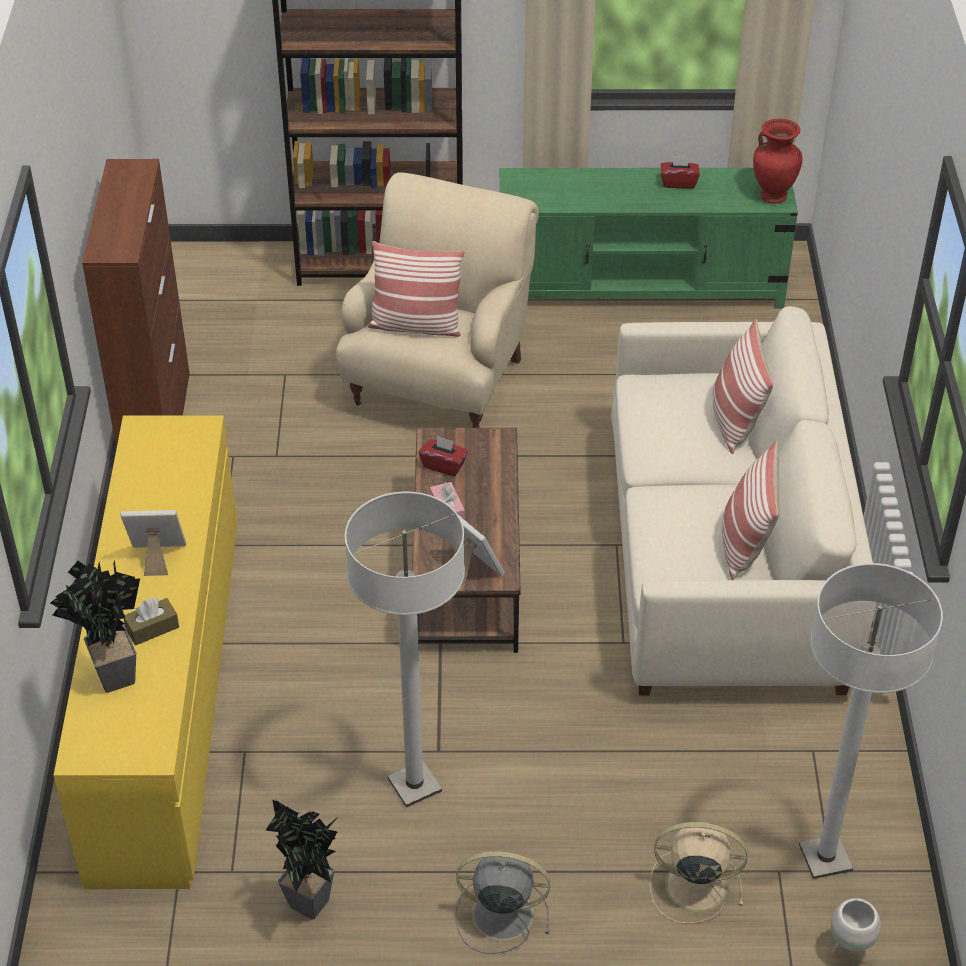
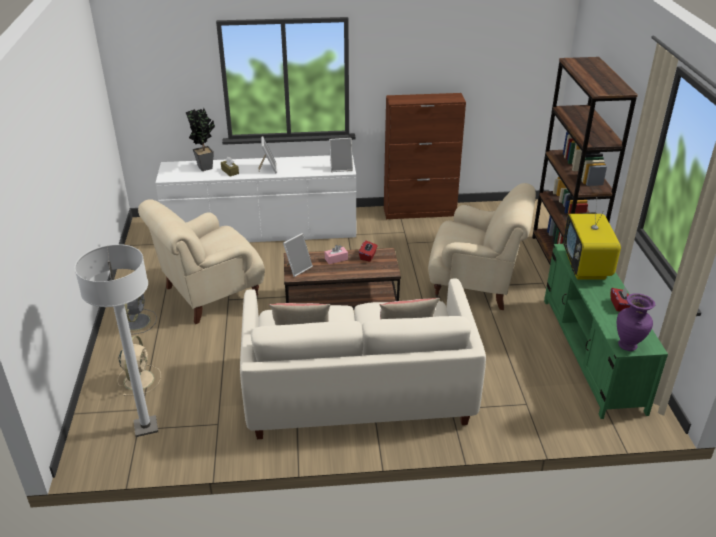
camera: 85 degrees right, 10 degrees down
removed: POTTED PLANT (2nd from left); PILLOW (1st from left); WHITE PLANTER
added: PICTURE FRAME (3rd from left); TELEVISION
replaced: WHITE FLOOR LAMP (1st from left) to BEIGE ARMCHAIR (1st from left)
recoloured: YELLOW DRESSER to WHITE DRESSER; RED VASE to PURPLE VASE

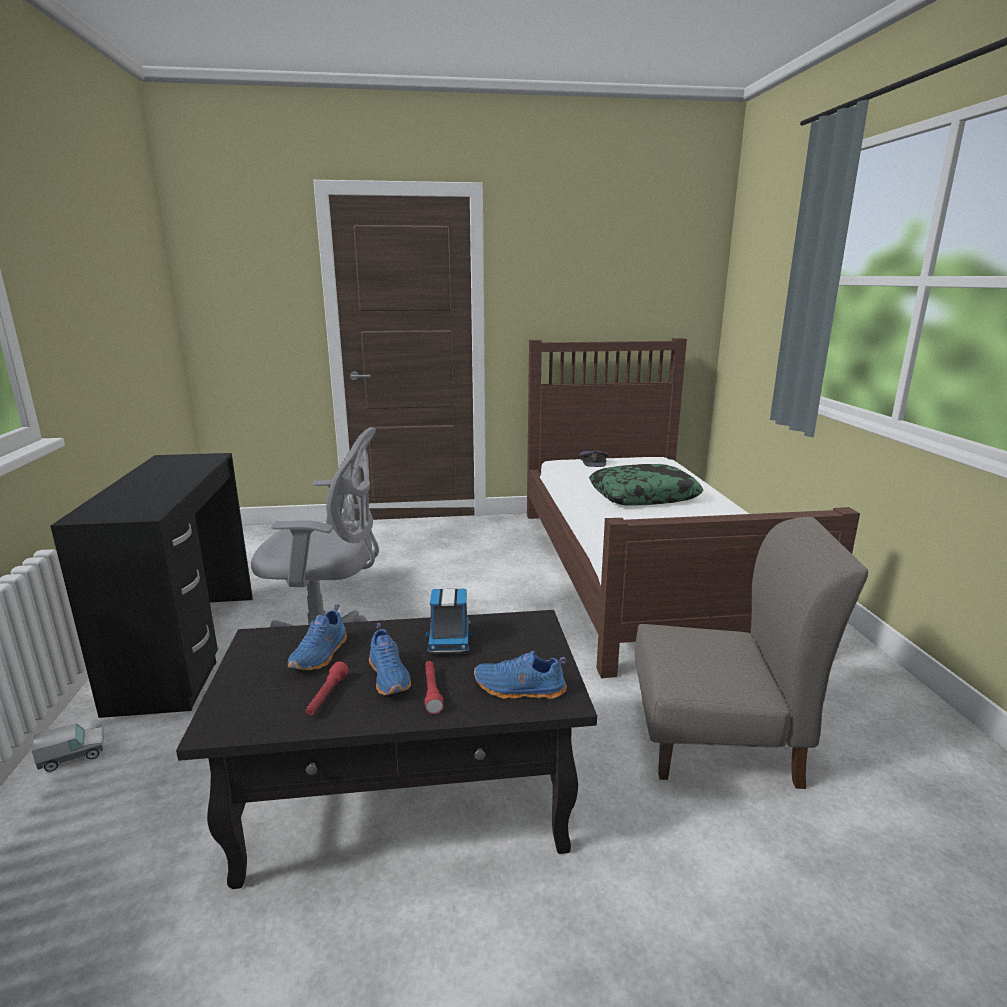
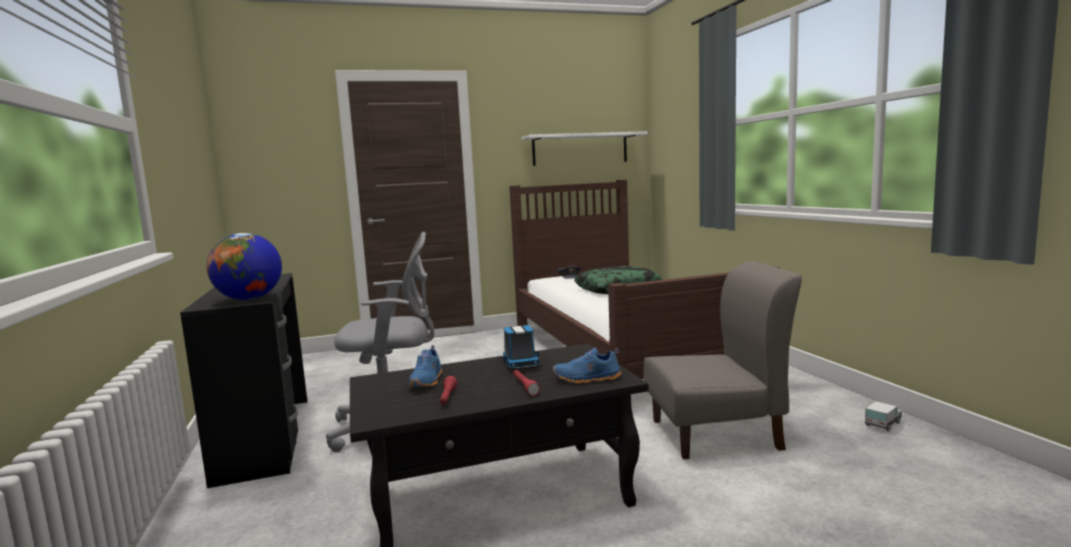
camera: 10 degrees left, 10 degrees down
removed: BLUE SHOE (2nd from left)
added: GLOBE; WHITE SHELF
moved: TOY TRUCK (1st from left in the first image) to TOY TRUCK (2nd from left)

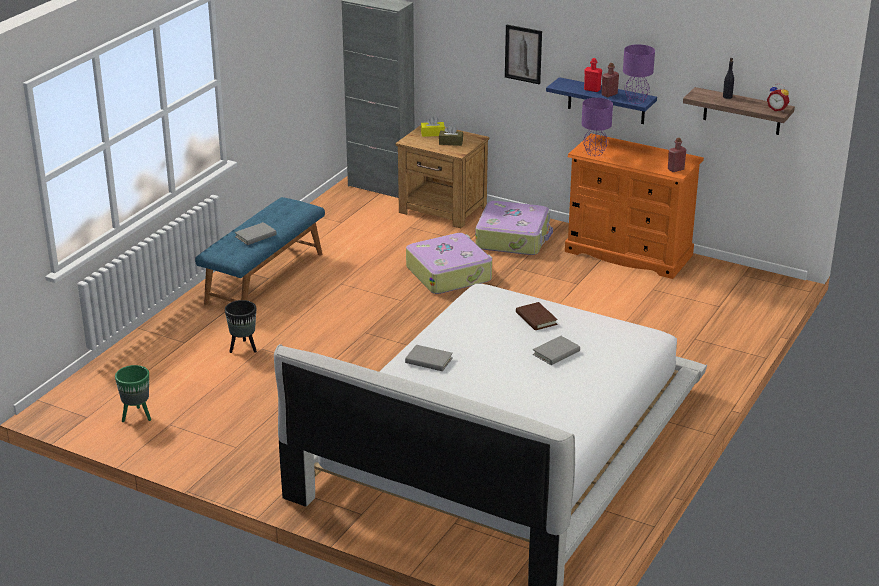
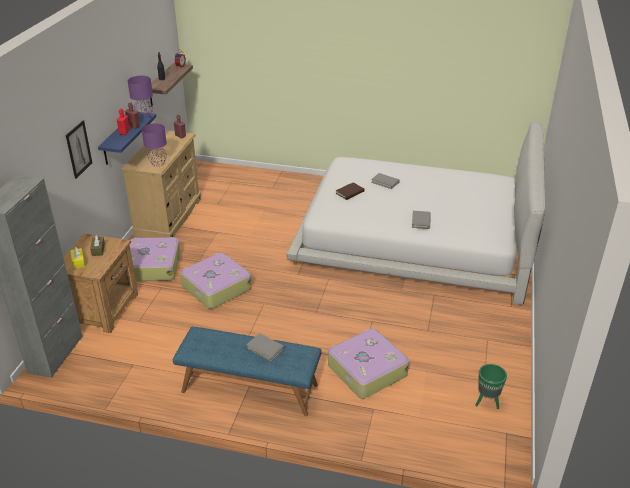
camera: 105 degrees left, 5 degrees up
replaced: BLACK PLANTER to SUITCASE (3rd from left)
recoloured: ORANGE DRESSER to BEIGE DRESSER

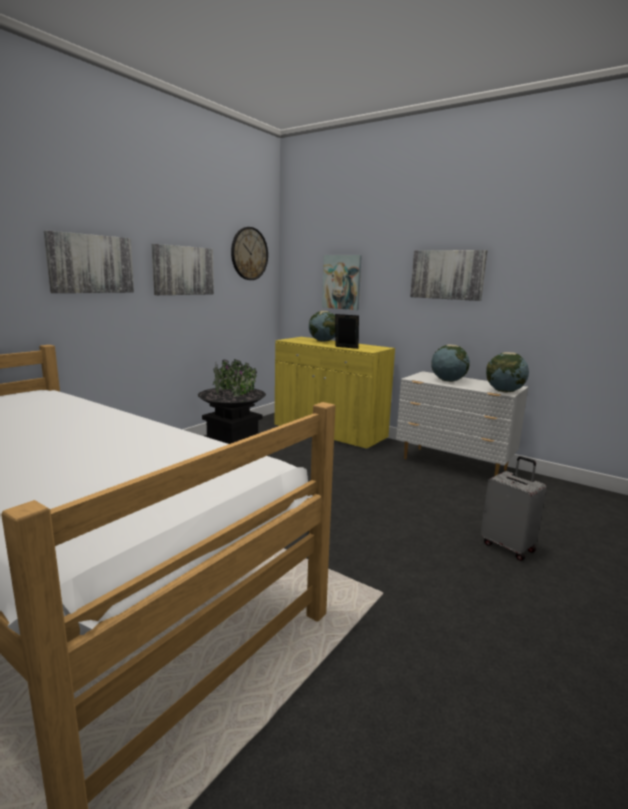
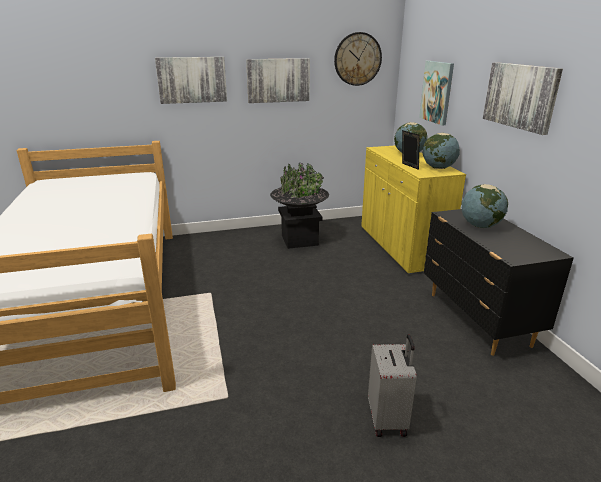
camera: 40 degrees right, 10 degrees up
moved: GLOBE (3rd from left in the first image) to GLOBE (2nd from left)
recoloured: WHITE DRESSER to BLACK DRESSER

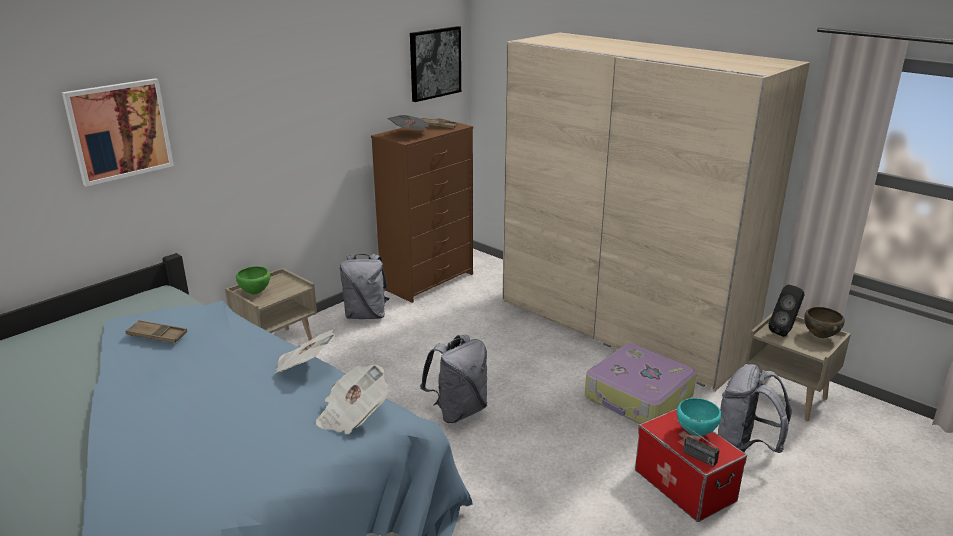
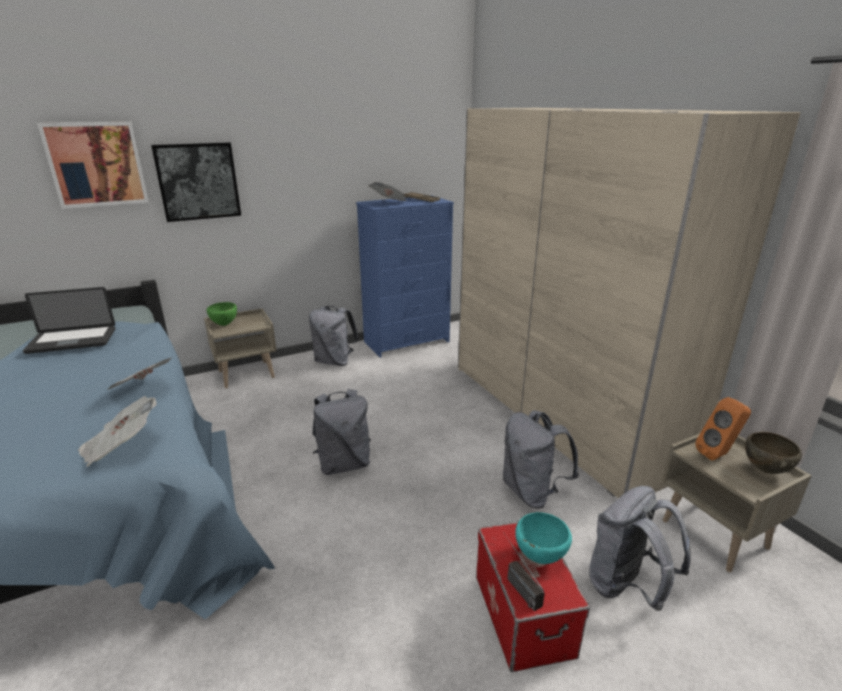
camera: 20 degrees right, 0 degrees up
moved: PICTURE (2nd from left)
replaced: BROWN TRAY (1st from left) to LAPTOP; SUITCASE to GREY BACKPACK (3rd from left)
recoloured: BROWN DRESSER to BLUE DRESSER; BLACK SPEAKER to ORANGE SPEAKER

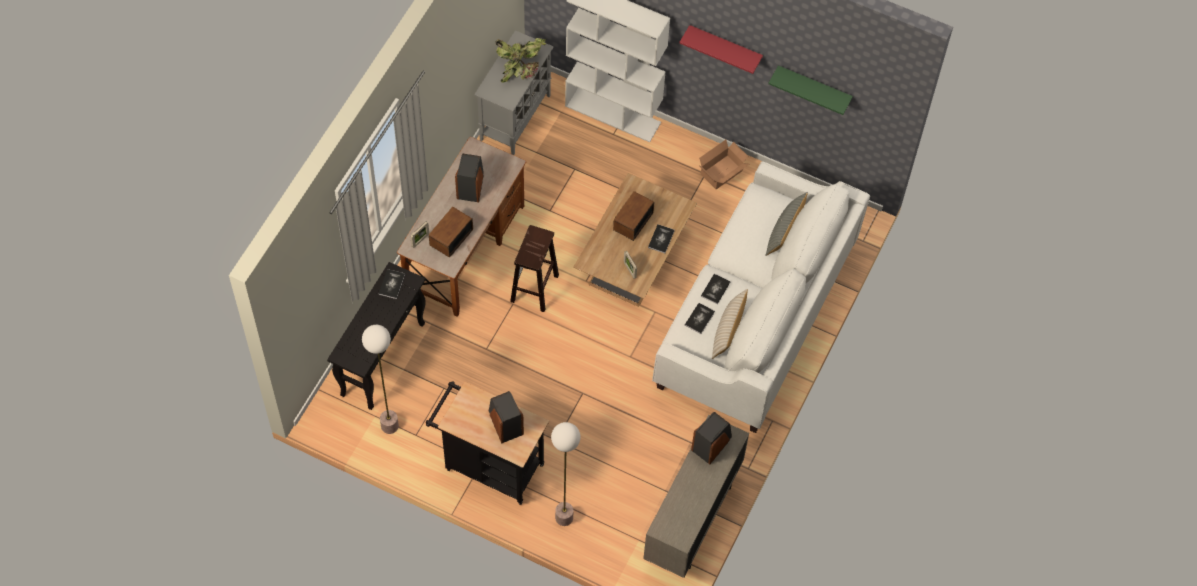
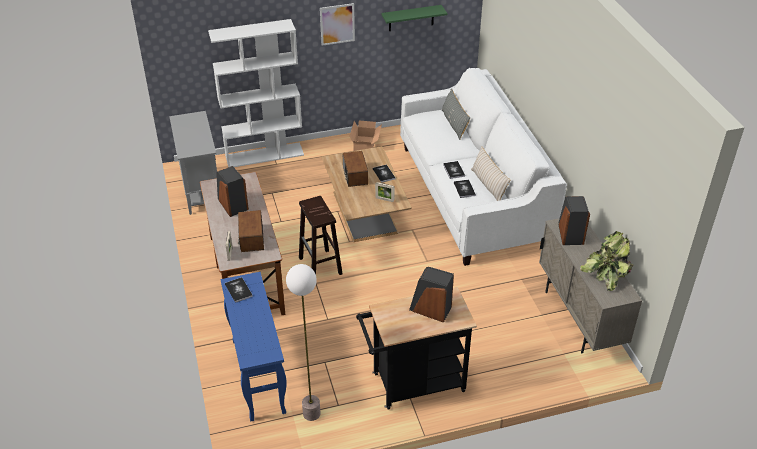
camera: 40 degrees left, 20 degrees down
removed: FLOOR LAMP (2nd from left)
moved: POTTED PLANT
replaced: RED SHELF to PICTURE
recoloured: BLACK CONSOLE TABLE to BLUE CONSOLE TABLE

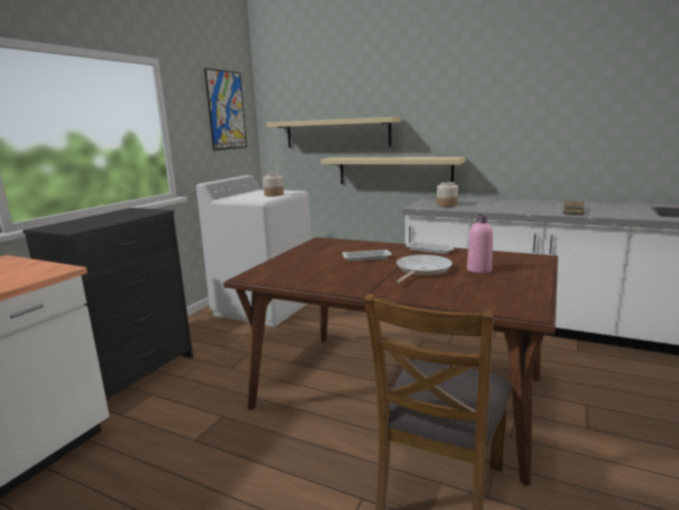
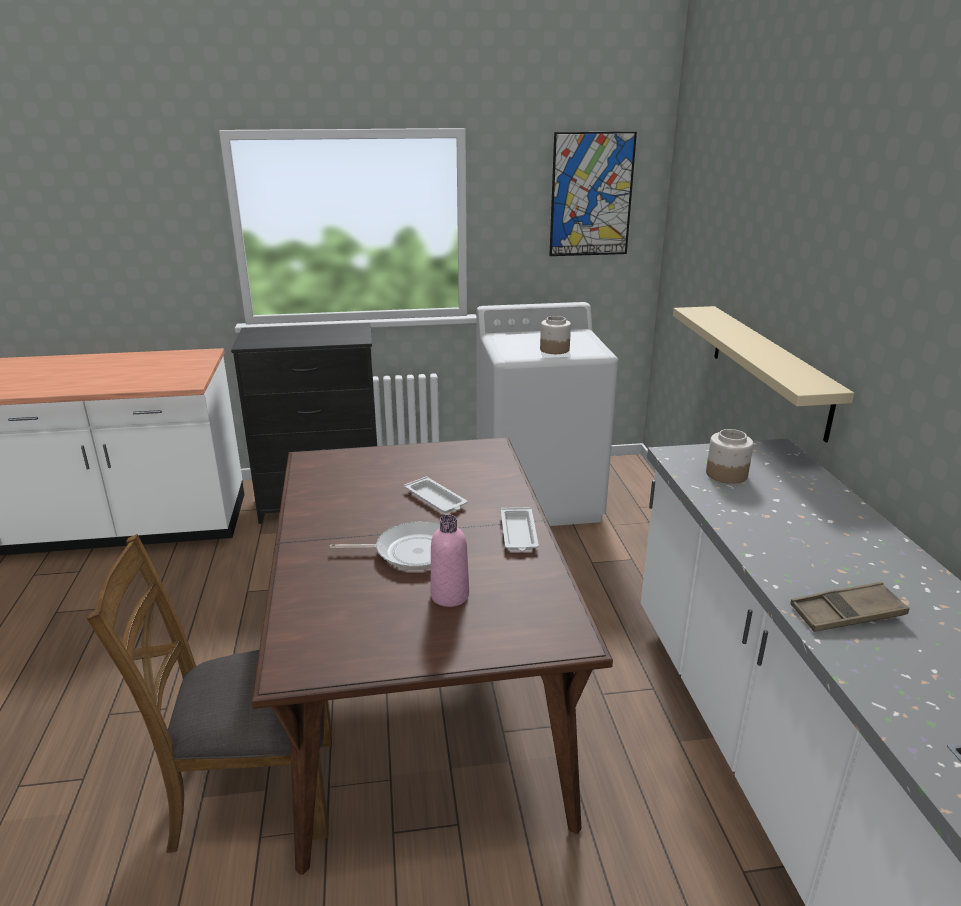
camera: 55 degrees right, 10 degrees up
removed: BEIGE SHELF (1st from left)

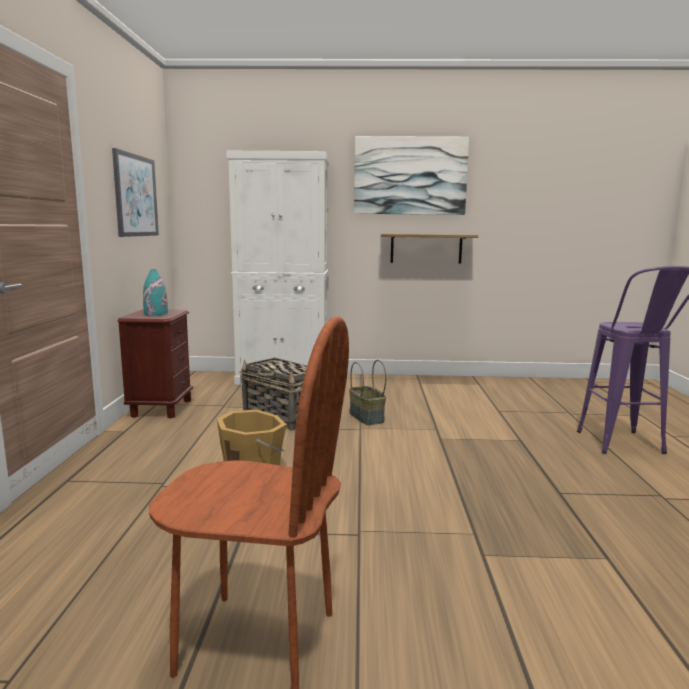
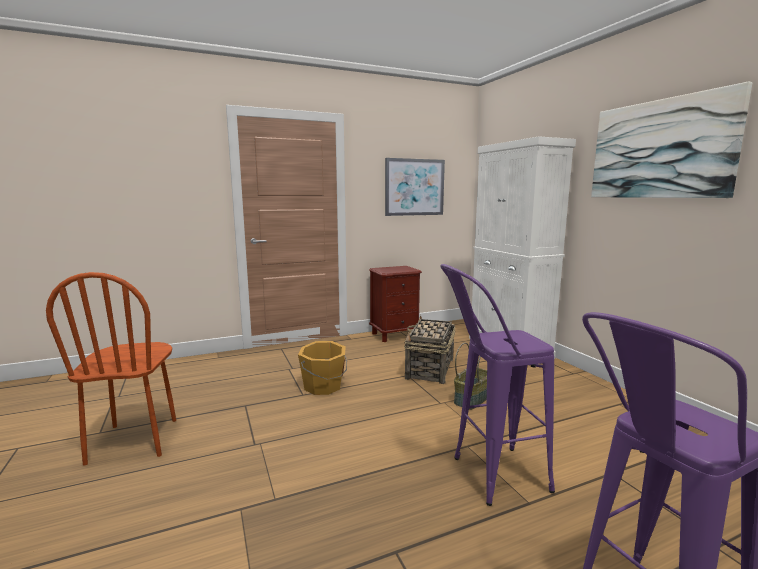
camera: 65 degrees right, 0 degrees up
removed: TURQUOISE VASE; SHELF
added: PURPLE STOOL (1st from left)

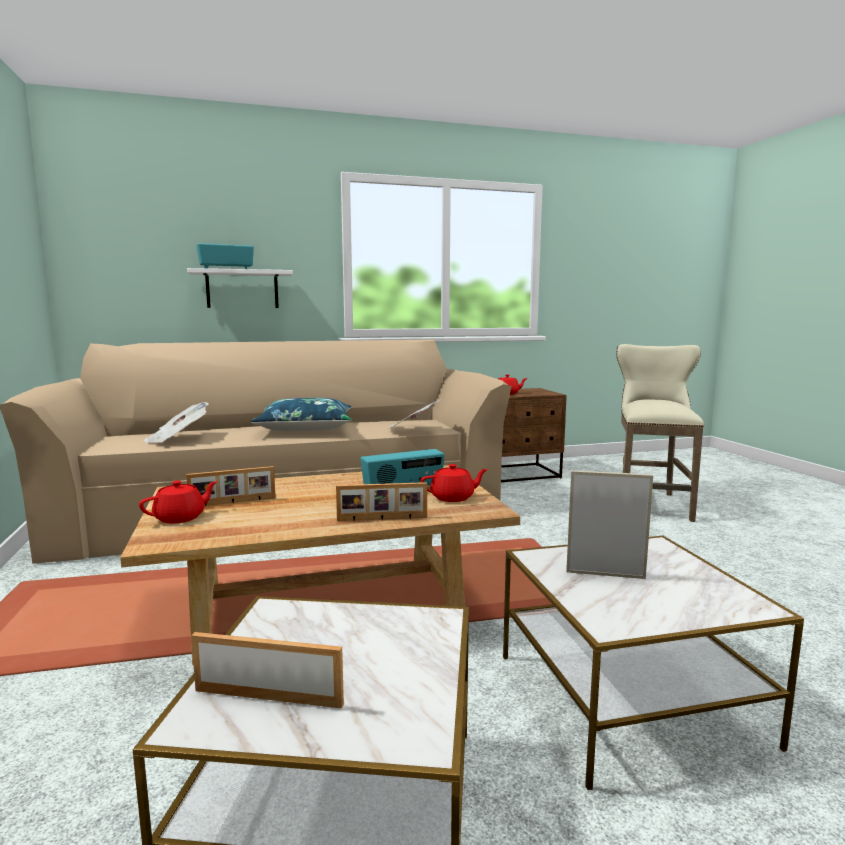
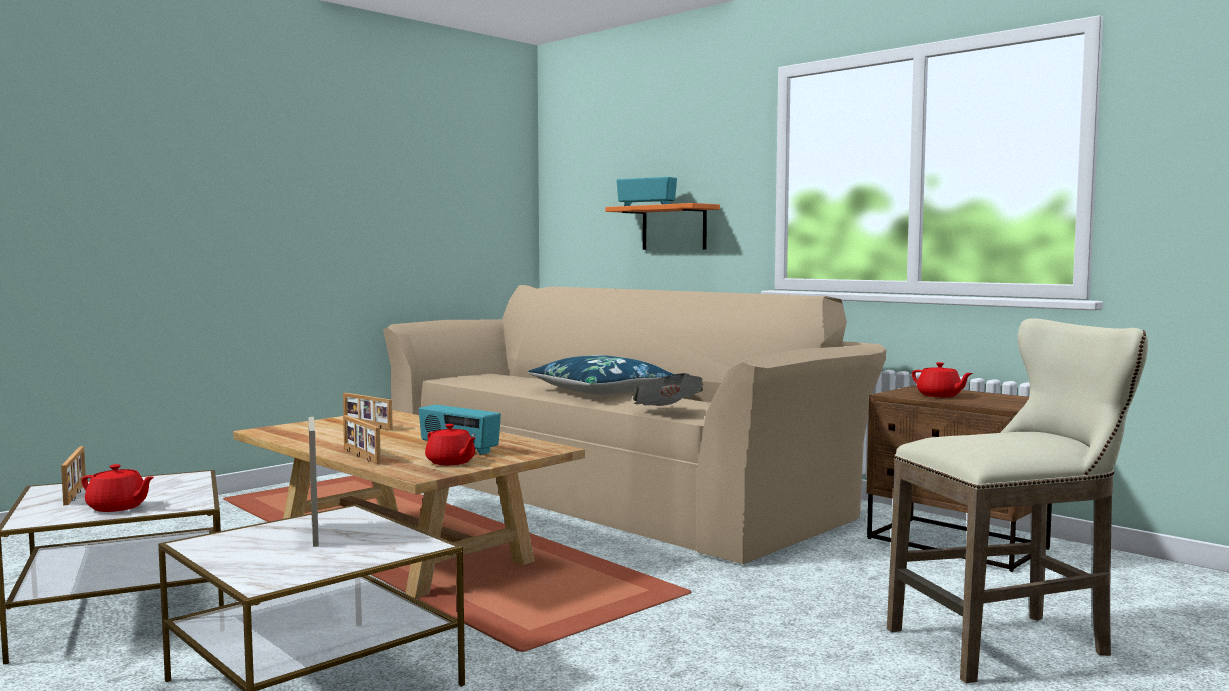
camera: 60 degrees right, 5 degrees down
removed: NEWSPAPER (1st from left)
moved: RED TEAPOT (1st from left)
recoloured: WHITE SHELF to ORANGE SHELF

